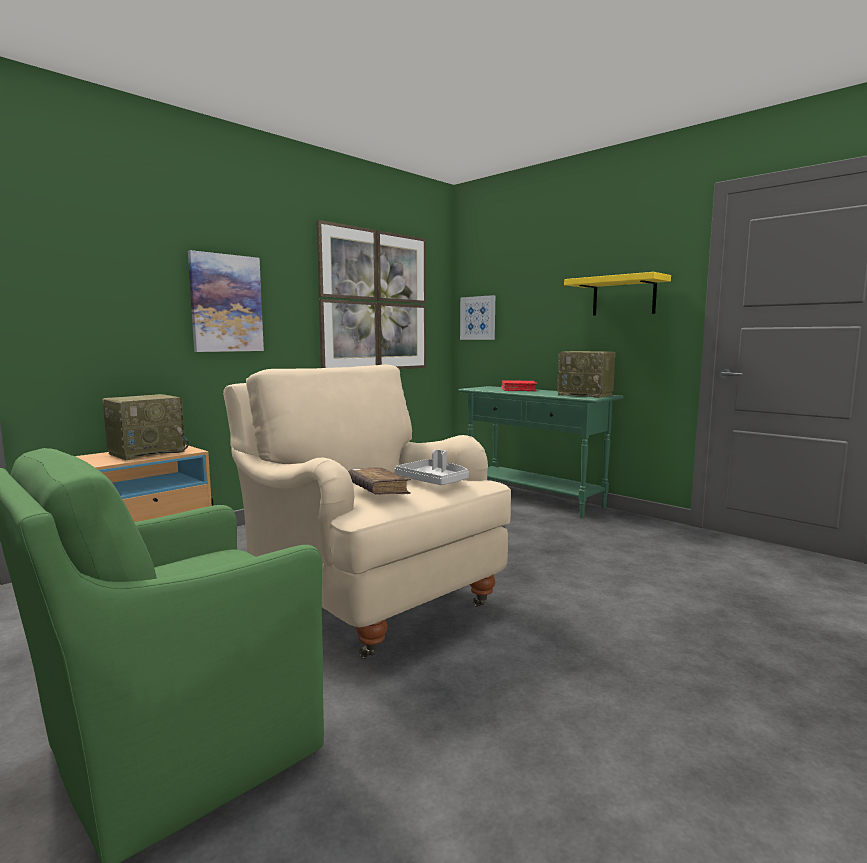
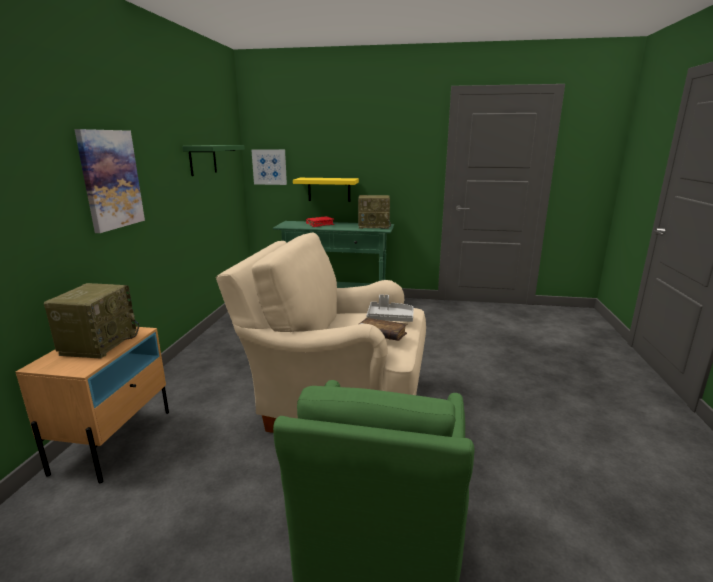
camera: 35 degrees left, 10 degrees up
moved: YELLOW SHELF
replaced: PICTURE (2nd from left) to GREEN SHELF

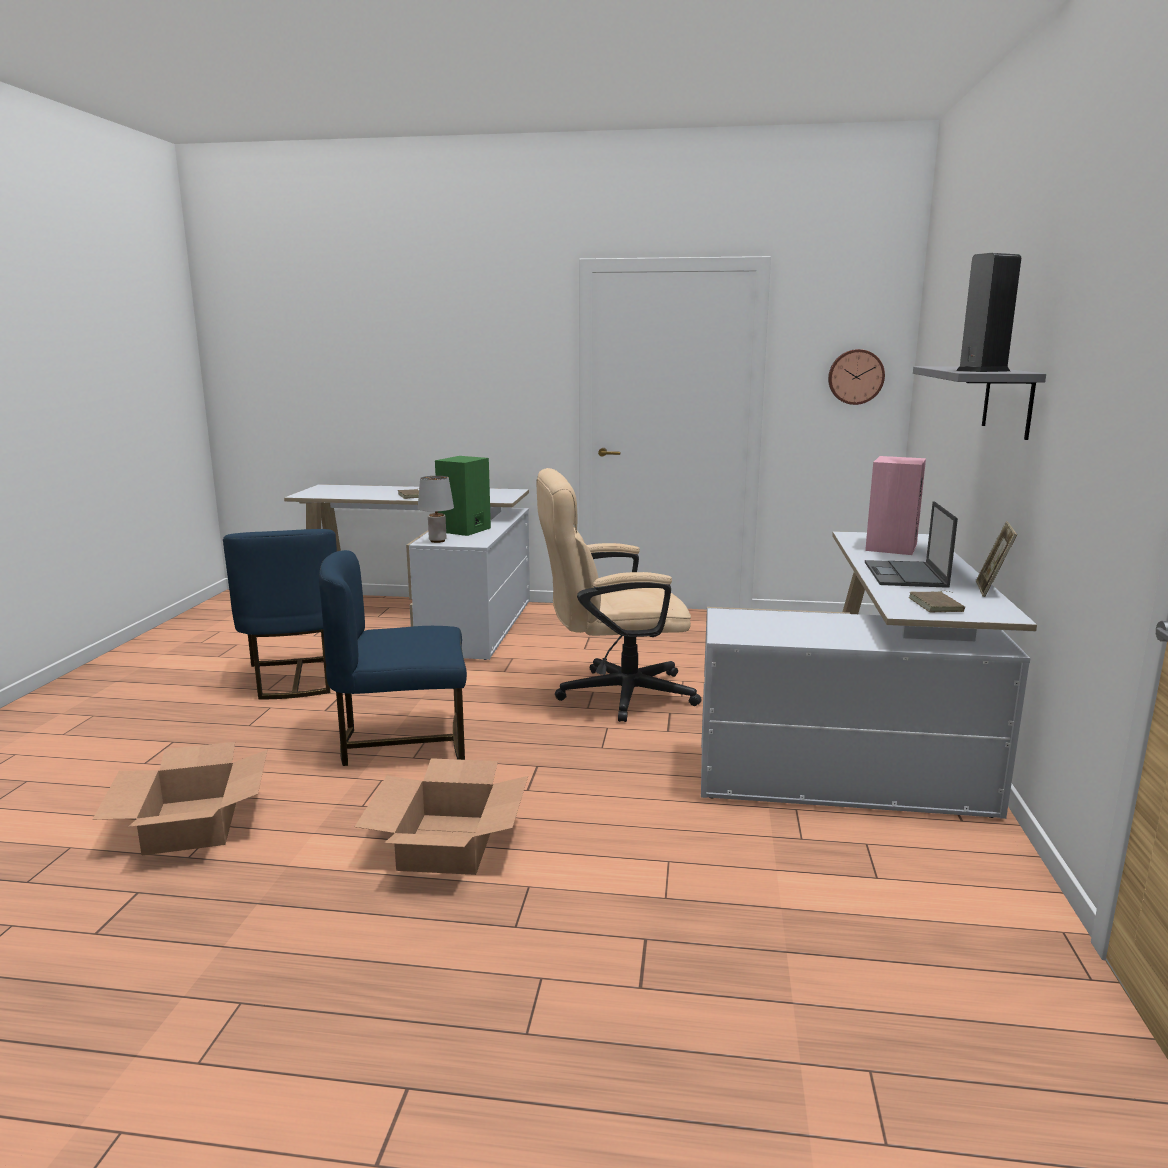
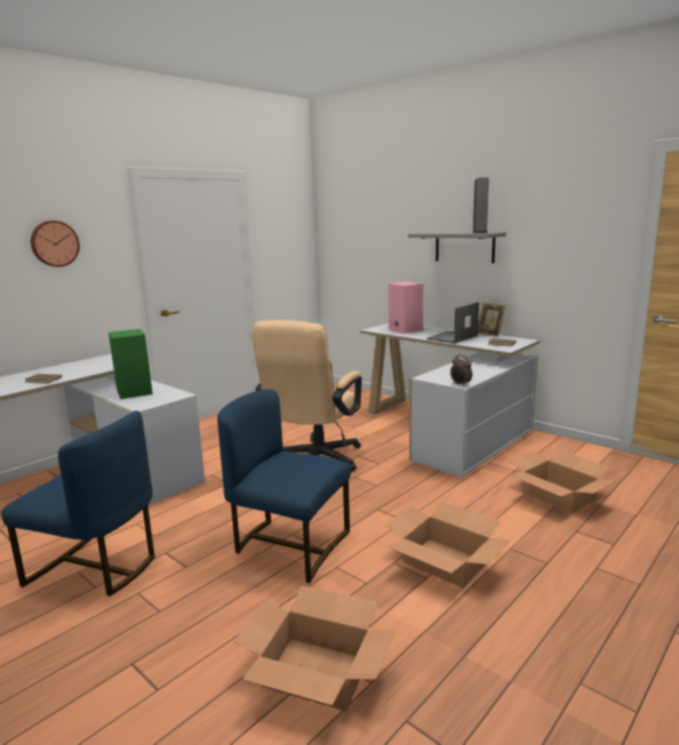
camera: 55 degrees left, 0 degrees up
removed: GREY TABLE LAMP
added: ALARM CLOCK; CARDBOARD BOX (3rd from left)
moved: WALL CLOCK
turned: BLUE CHAIR (2nd from left) 90 degrees clockwise; LAPTOP 90 degrees clockwise

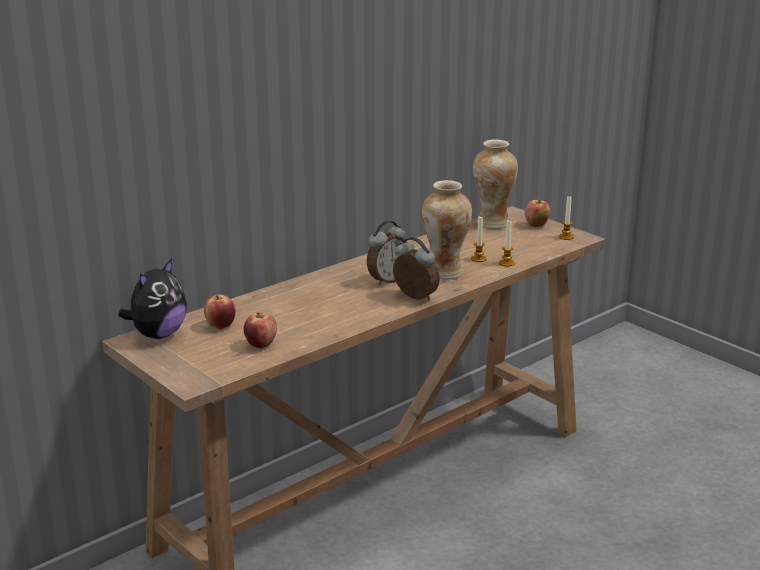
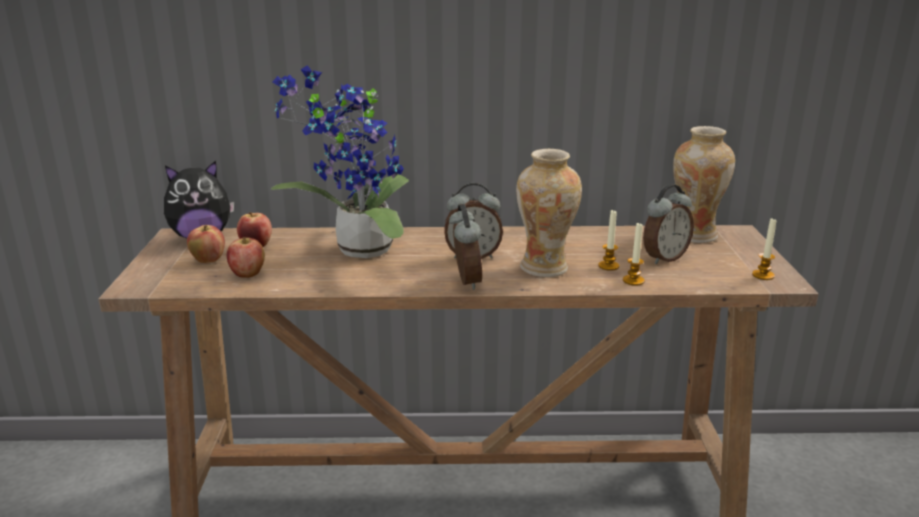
camera: 40 degrees right, 0 degrees up
added: POTTED PLANT; ALARM CLOCK (3rd from left)
moved: APPLE (3rd from left in the first image) to APPLE (1st from left)

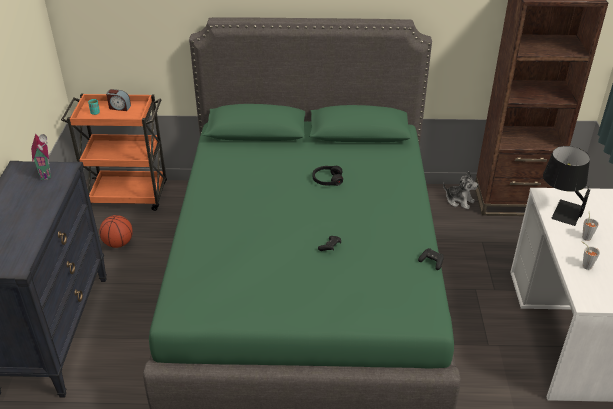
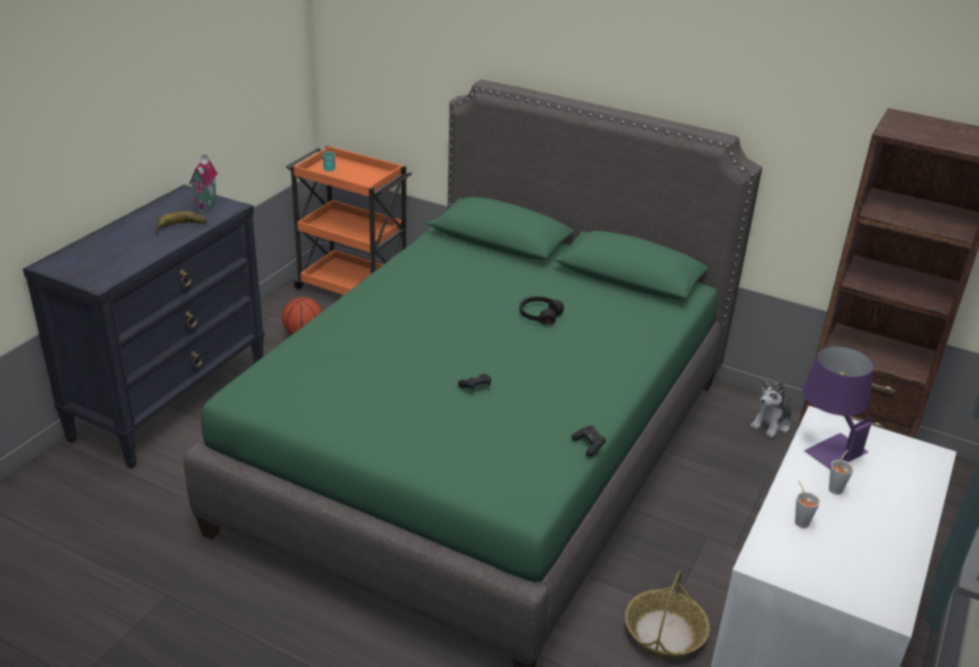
camera: 25 degrees right, 5 degrees down
removed: ALARM CLOCK
added: BANANA; BASKET
recoloured: BLACK TABLE LAMP to PURPLE TABLE LAMP
turned: PLUSH TOY 75 degrees clockwise

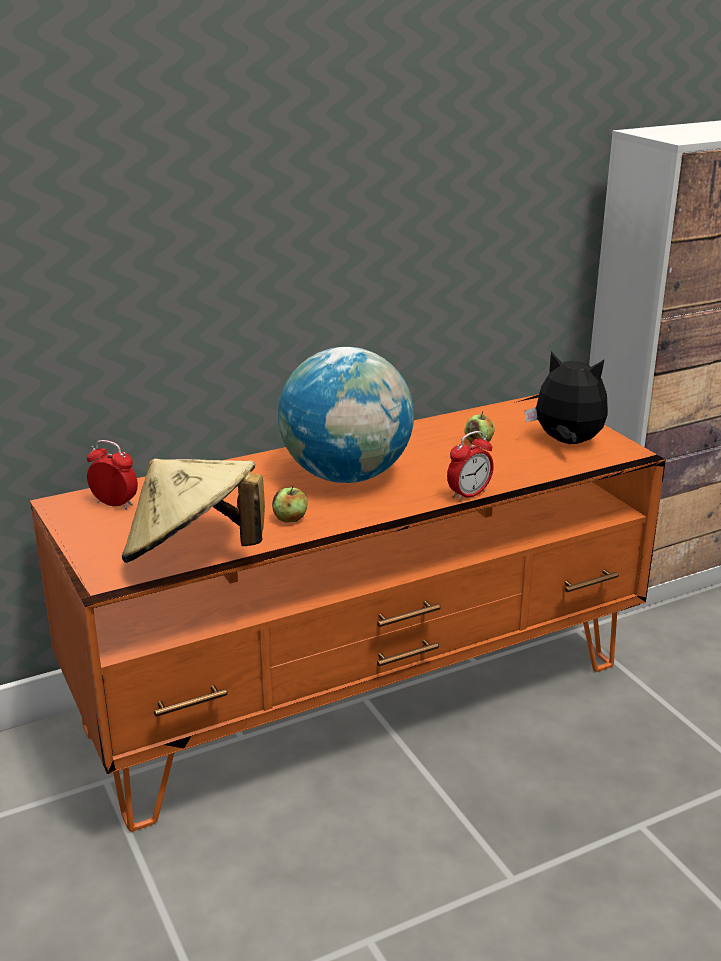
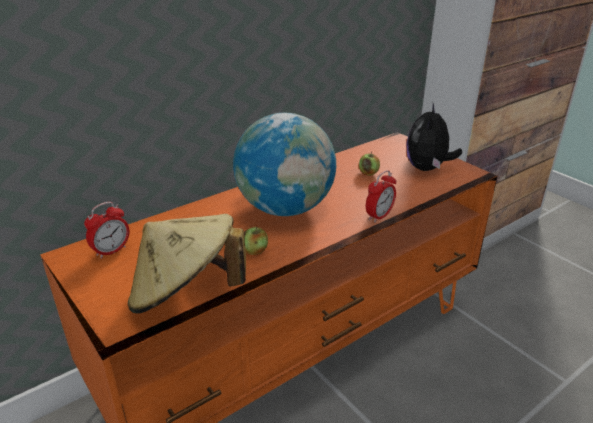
camera: 10 degrees left, 5 degrees up
turned: ALARM CLOCK (1st from left) 120 degrees clockwise; PLUSH TOY 90 degrees counterclockwise

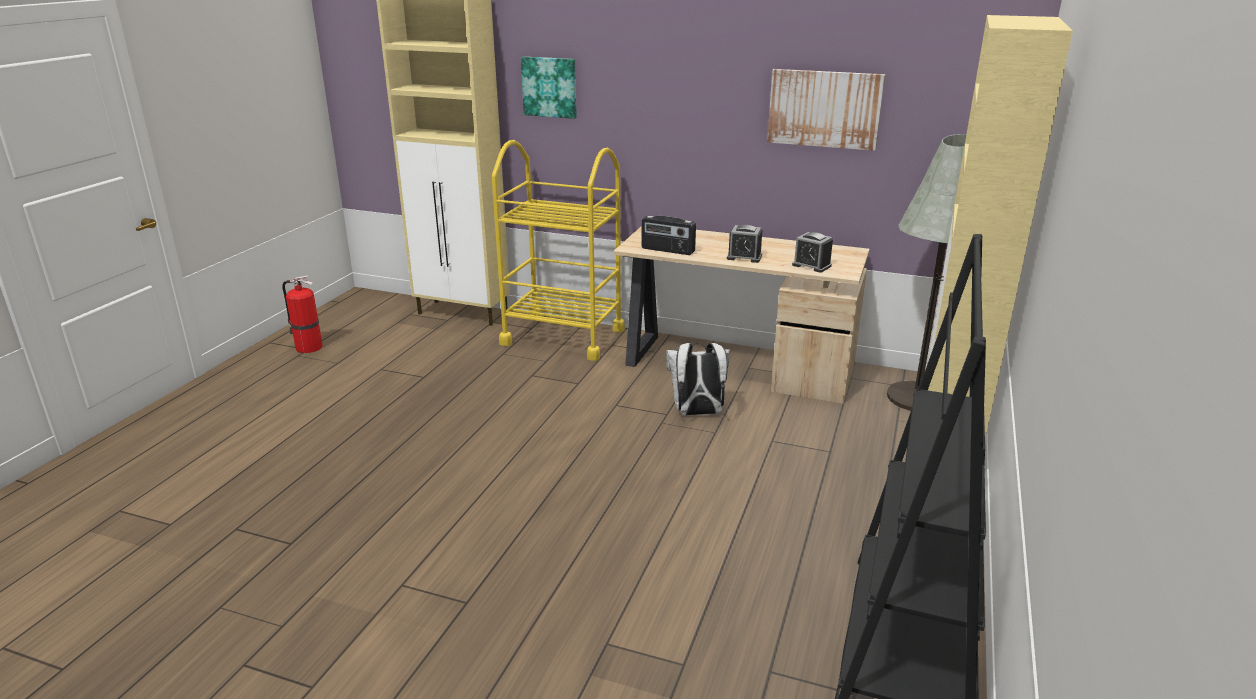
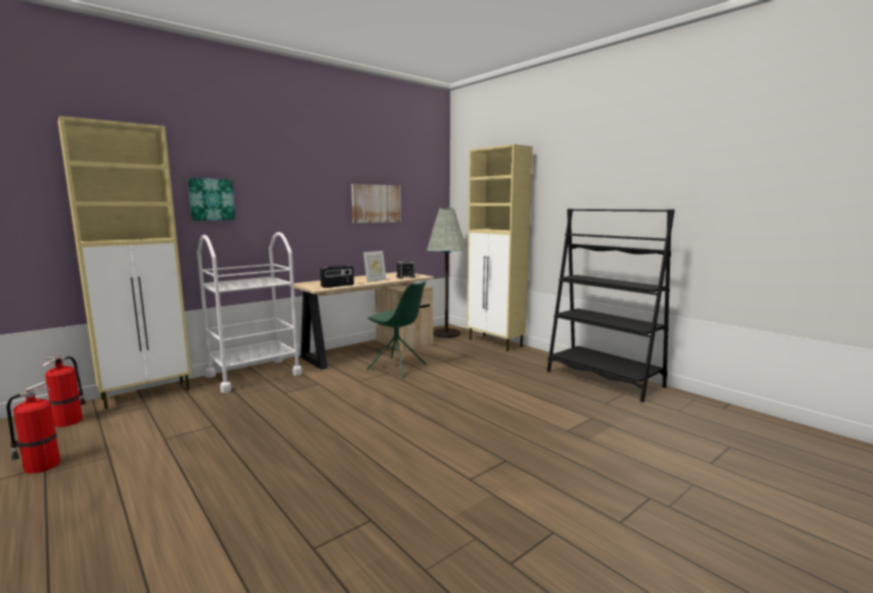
camera: 60 degrees left, 15 degrees down
added: FIRE EXTINGUISHER (2nd from left)
replaced: WHITE BACKPACK to GREEN CHAIR; ALARM CLOCK (1st from left) to PICTURE FRAME
recoloured: YELLOW CART to WHITE CART

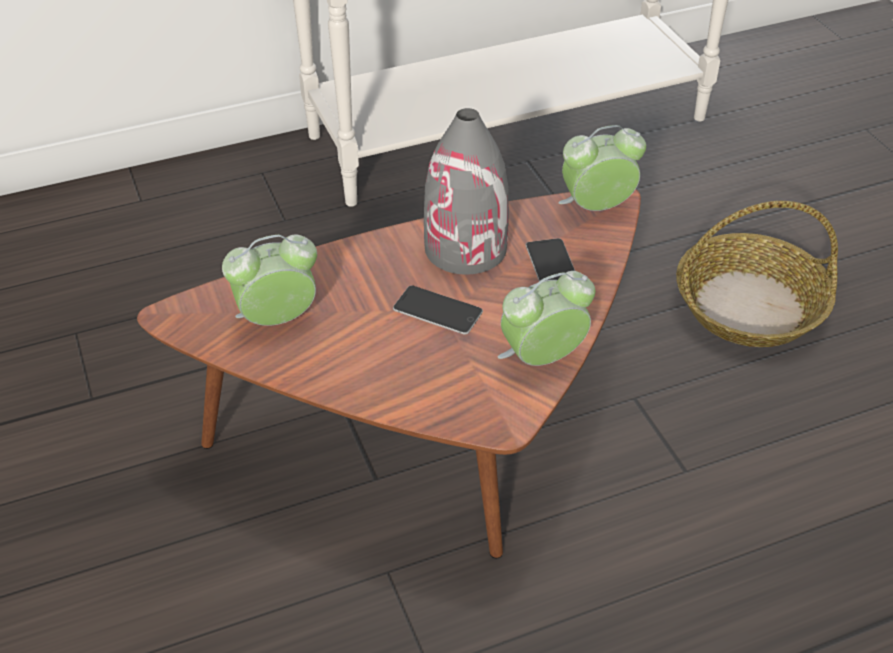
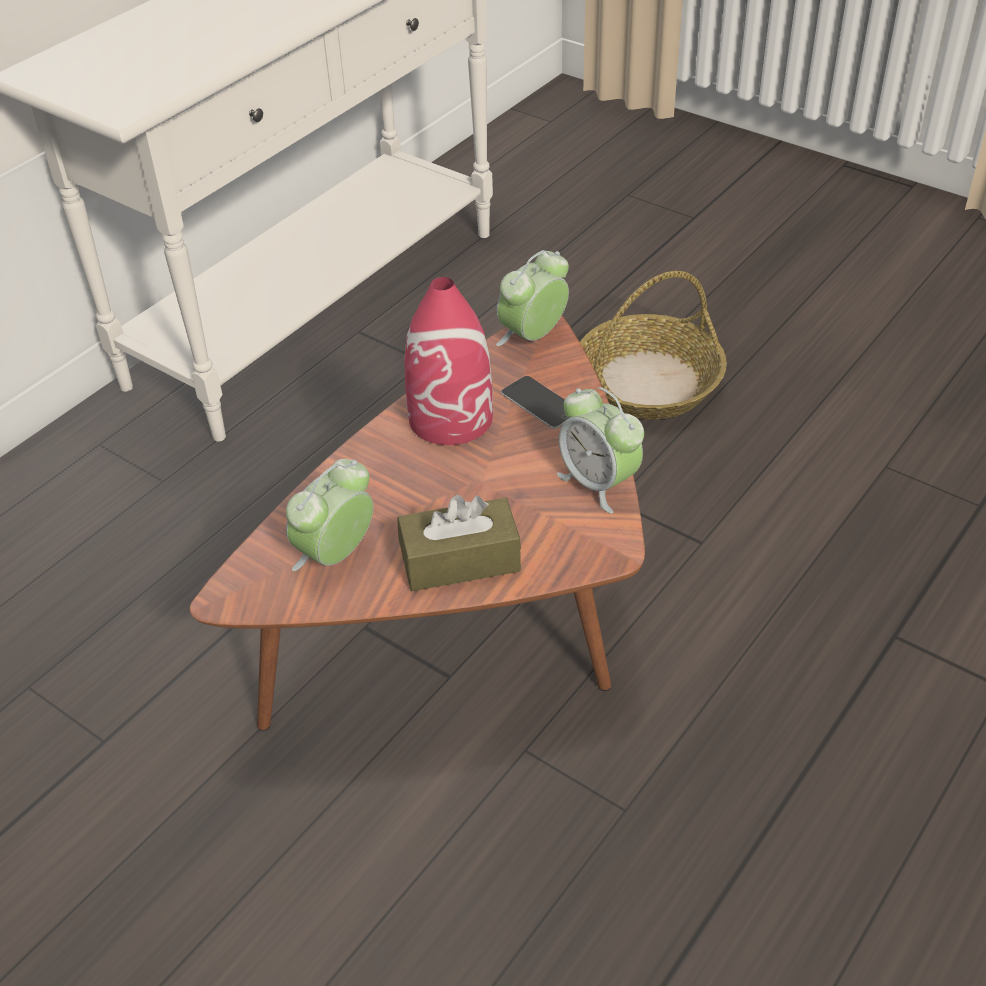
camera: 30 degrees left, 0 degrees up
removed: PHONE (1st from left)
added: BROWN TISSUE BOX
recoloured: GREY VASE to RED VASE
turned: ALARM CLOCK (2nd from left in the first image) 75 degrees counterclockwise

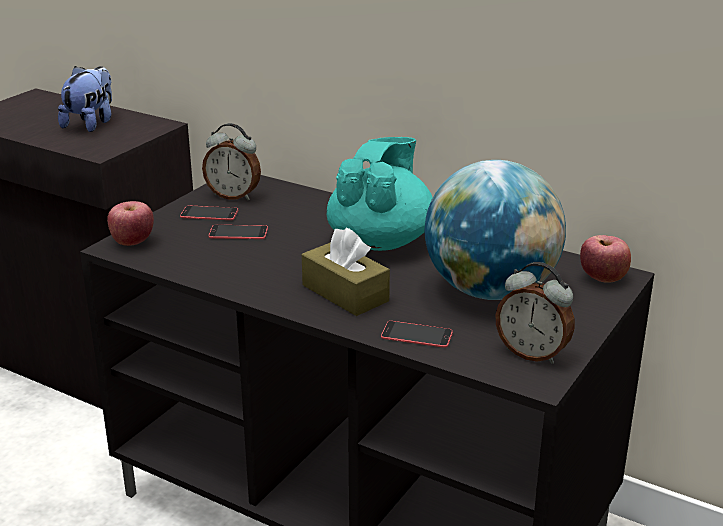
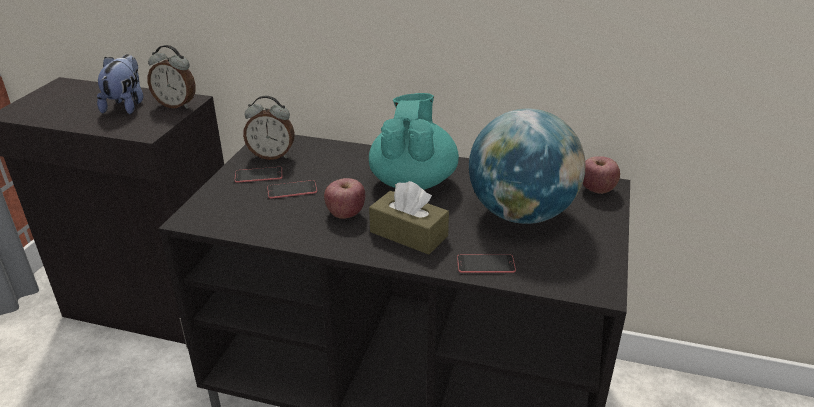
camera: 15 degrees left, 5 degrees up
moved: APPLE (1st from left); ALARM CLOCK (2nd from left in the first image) to ALARM CLOCK (1st from left)

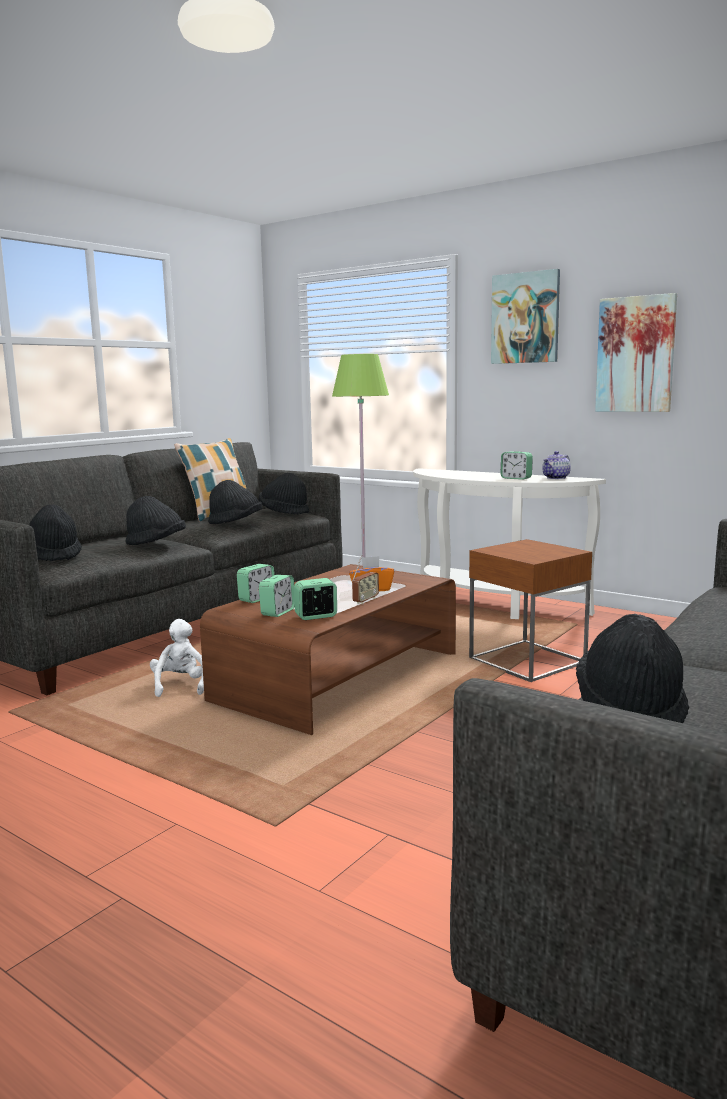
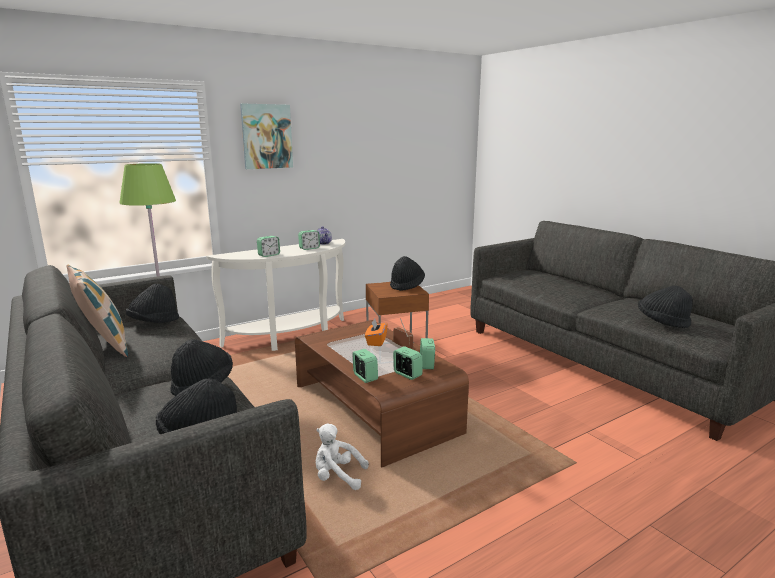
camera: 70 degrees left, 5 degrees up
removed: PICTURE (2nd from left)
added: ALARM CLOCK (1st from left)
moved: BLACK HAT (3rd from left in the first image) to BLACK HAT (4th from left)

